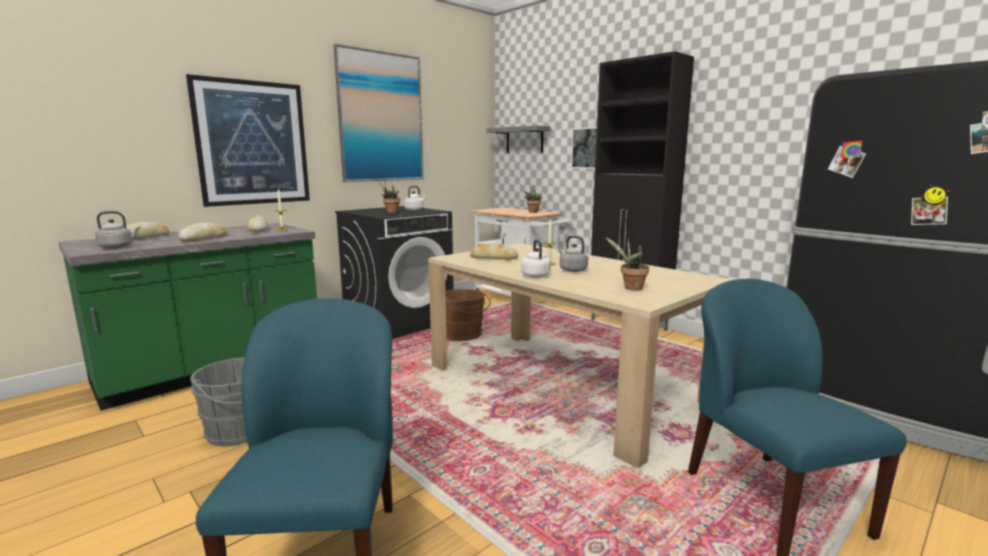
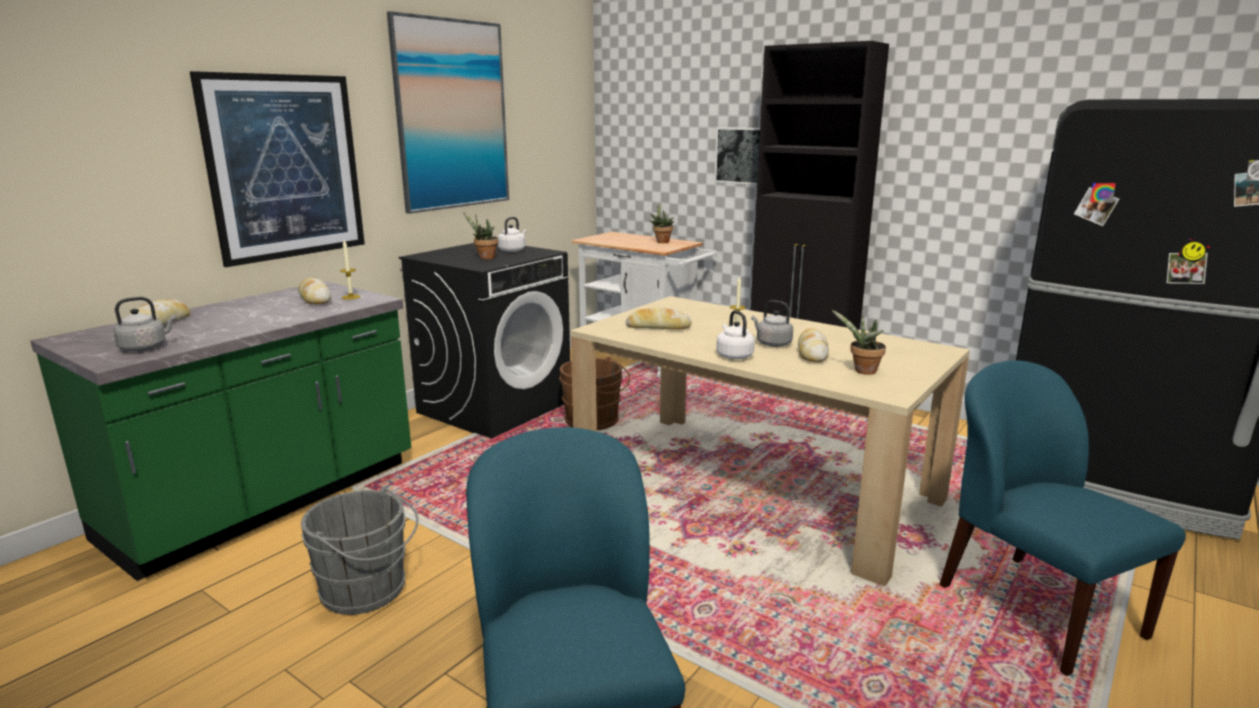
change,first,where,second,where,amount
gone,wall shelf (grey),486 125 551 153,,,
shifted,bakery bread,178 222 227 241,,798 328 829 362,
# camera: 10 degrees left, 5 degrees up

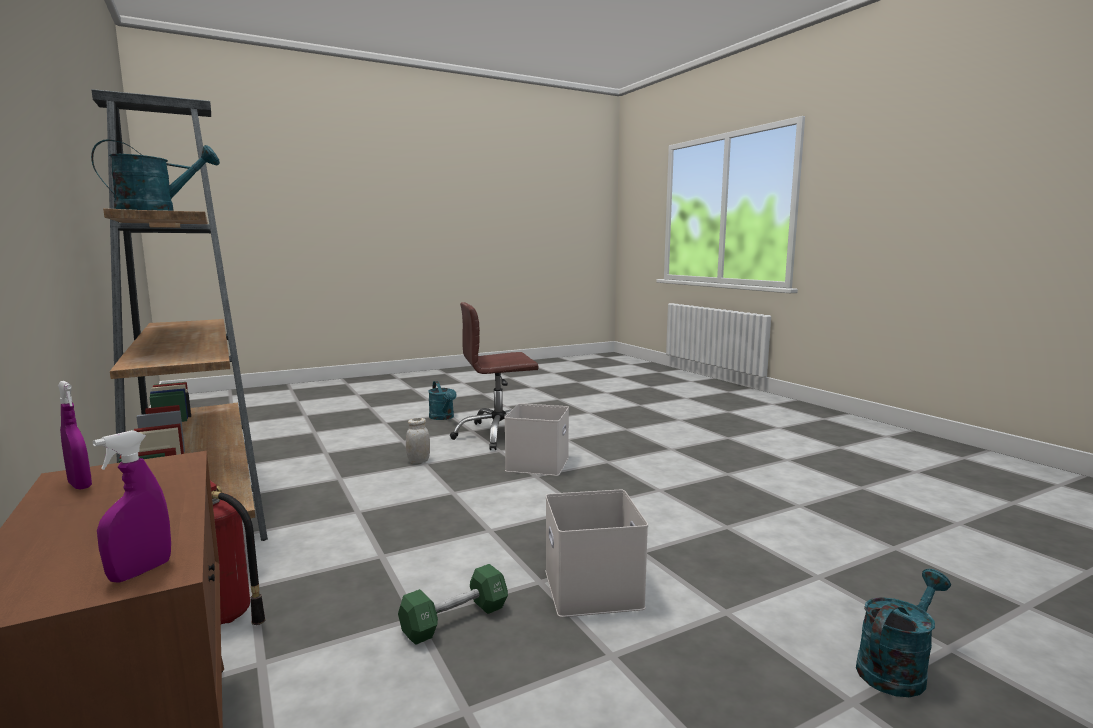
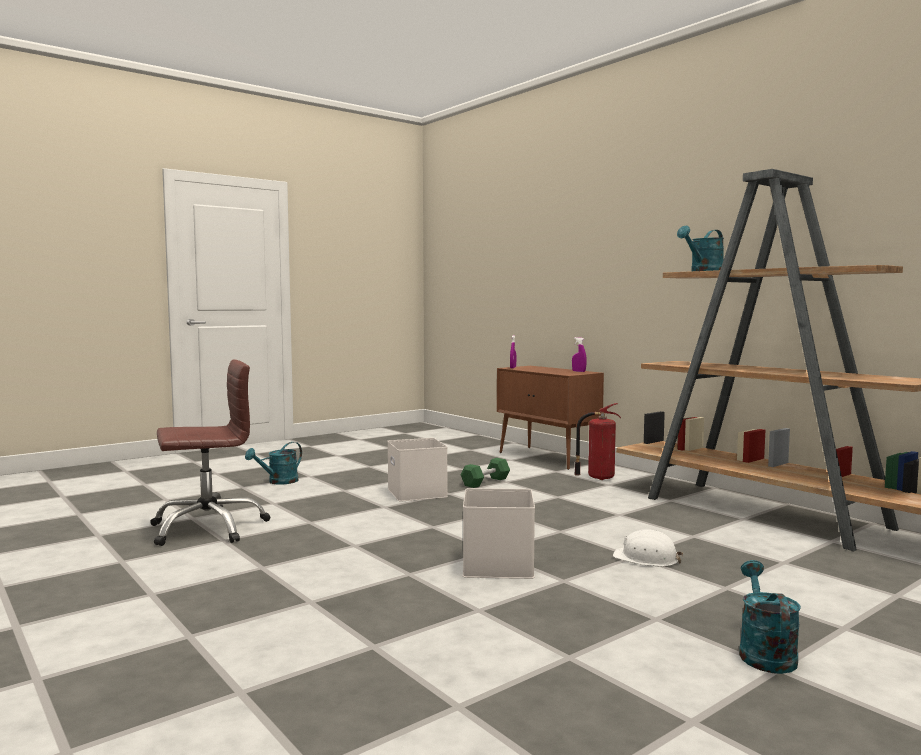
change,first,where,second,where,amount
shifted,office chair (brown-coloured),450 302 538 450,,150 359 270 546,
rotated,watering pot (turquoise),428 381 457 420,,739 560 801 674,45 degrees clockwise
swapped,jar (whitish),406 418 430 464,hard hat (whitish),613 529 683 567,
# camera: 170 degrees right, 5 degrees down

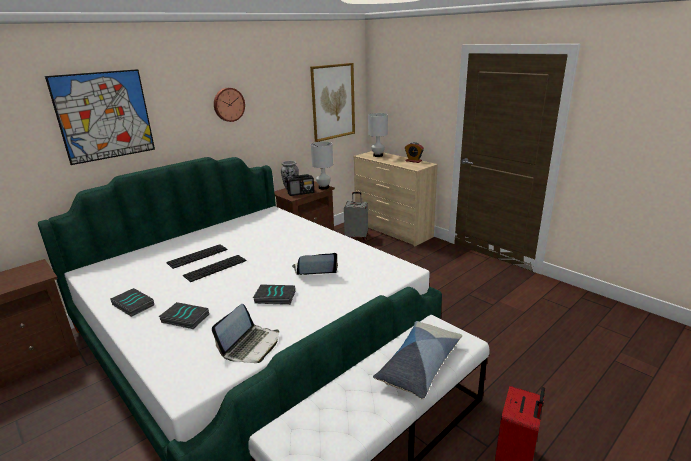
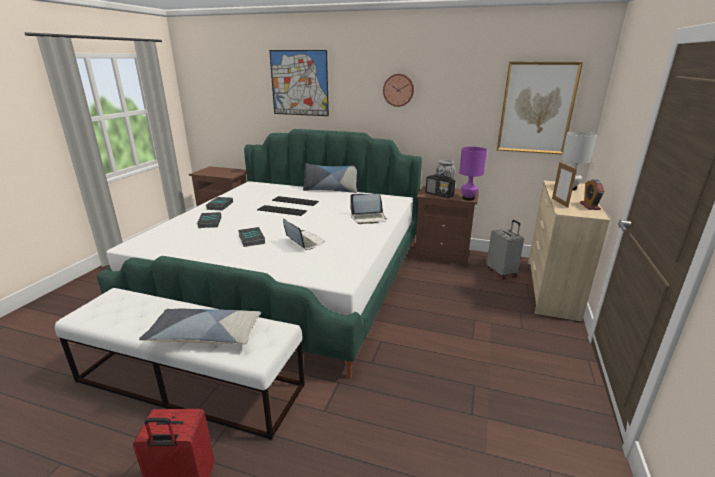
change,first,where,second,where,amount
repainted,table lamp (whitish),311 142 333 189,table lamp (purple-coloured),459 147 487 201,
shifted,portable computer,212 304 279 363,,350 194 388 224,
new,,,photo frame,552 162 577 208,
new,,,cushion,303 163 357 193,
# camera: 60 degrees right, 0 degrees up

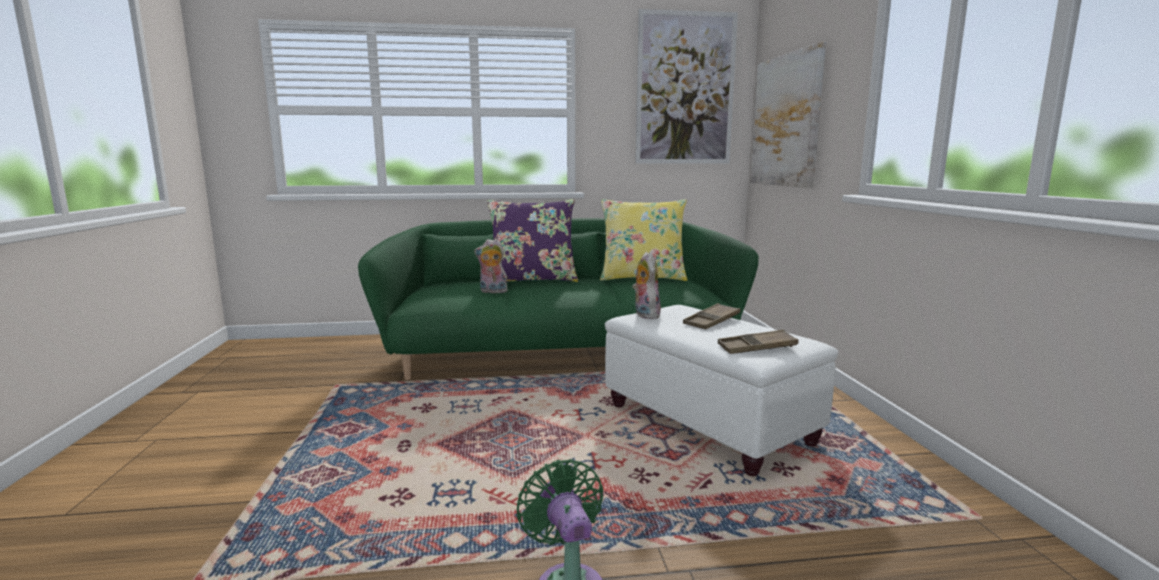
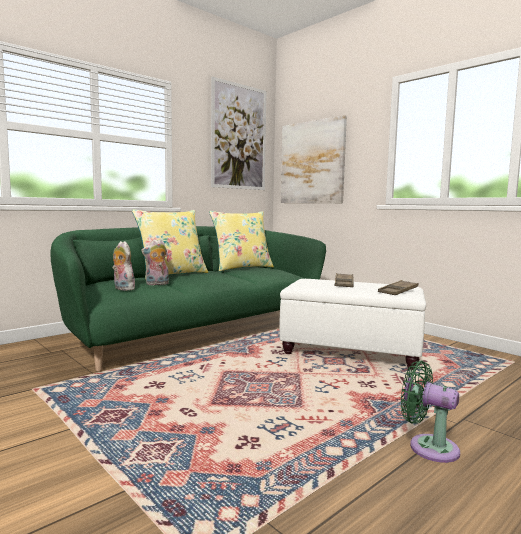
change,first,where,second,where,amount
repainted,cushion (purple-coloured),487 199 578 282,cushion (yellow),132 209 208 280,
shifted,plush toy,632 252 661 319,,112 241 135 291,
# camera: 35 degrees left, 5 degrees down

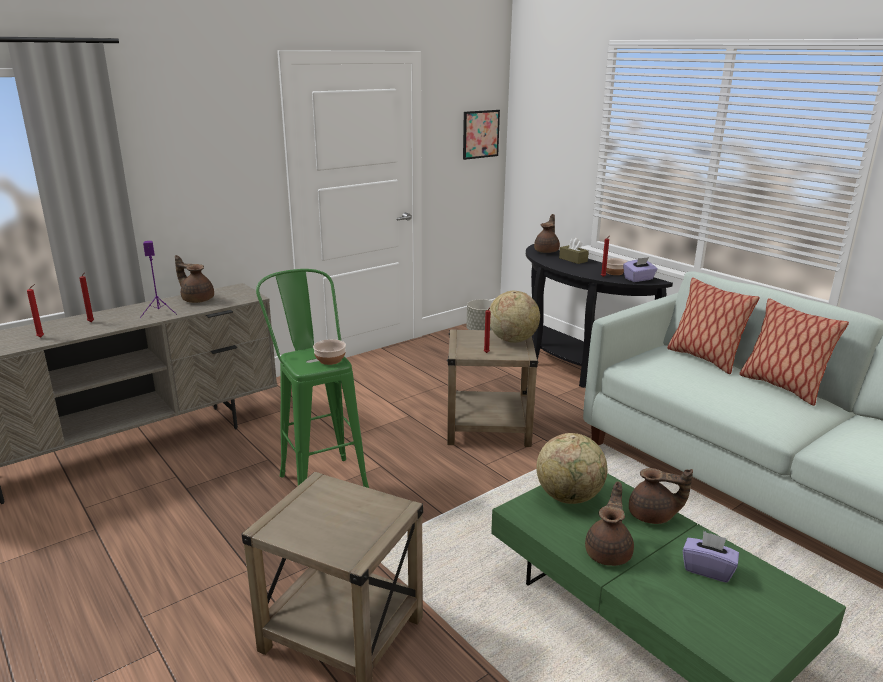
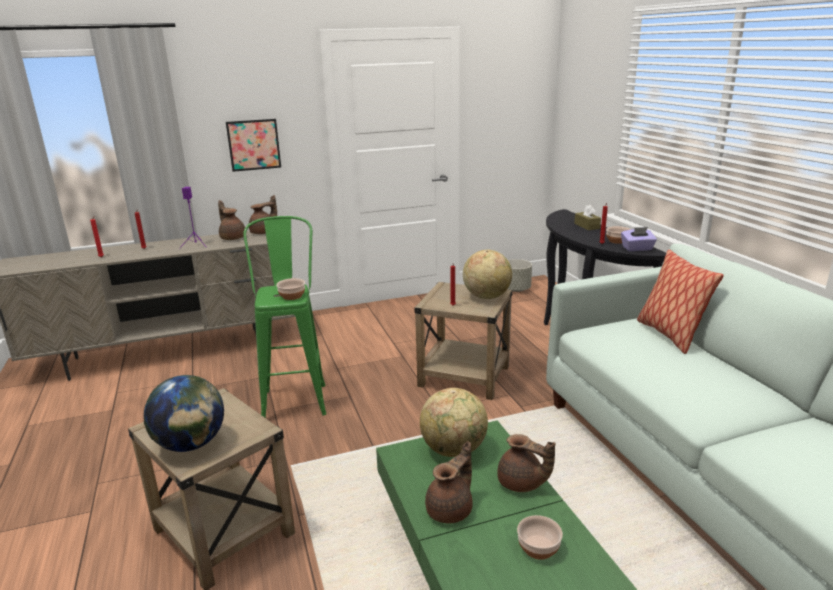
change,first,where,second,where,amount
shifted,picture,463 110 500 160,,226 119 281 172,
shifted,pot for tea (brown-coloured),534 214 560 253,,249 195 277 234,
gone,cushion,739 298 849 406,,,
swapped,tissue holder (purple-coloured),683 531 739 583,bowl,517 515 563 560,
new,,,desk globe,144 375 224 452,
# camera: 20 degrees right, 0 degrees up

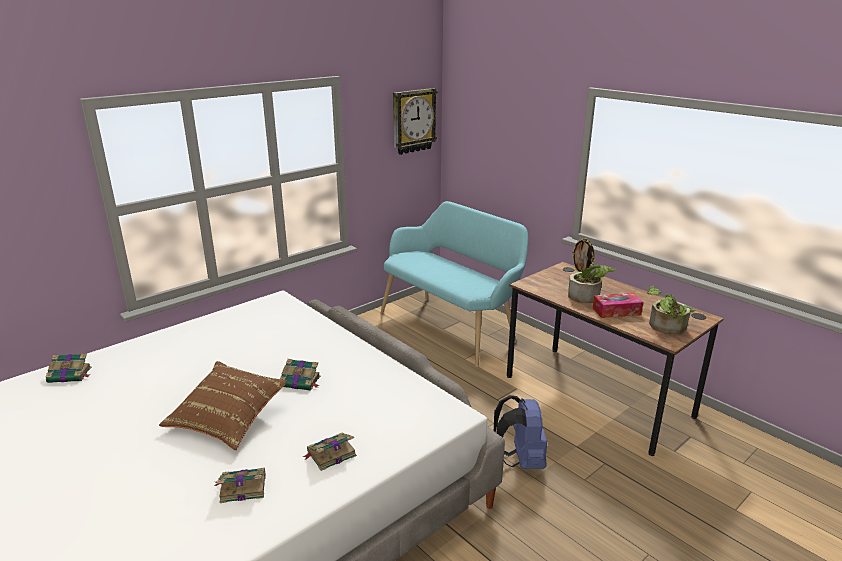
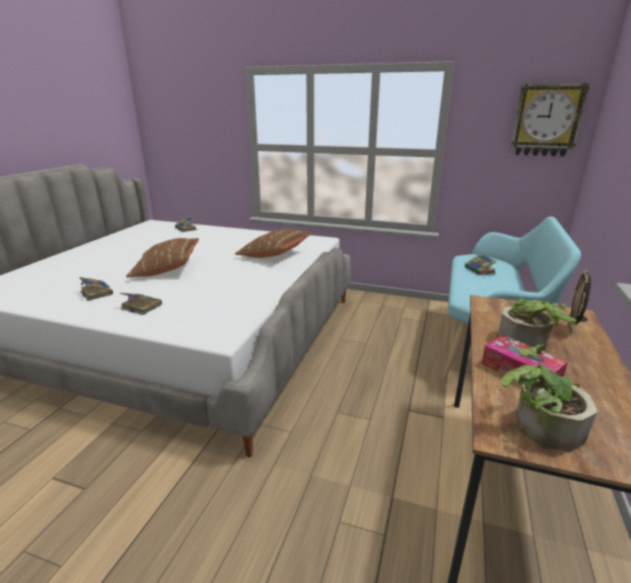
change,first,where,second,where,amount
shifted,bound book,280 359 320 391,,465 254 497 276,
gone,rucksack (bluish),494 395 547 469,,,
new,,,cushion (brown-coloured),235 229 312 258,
# camera: 60 degrees right, 0 degrees up

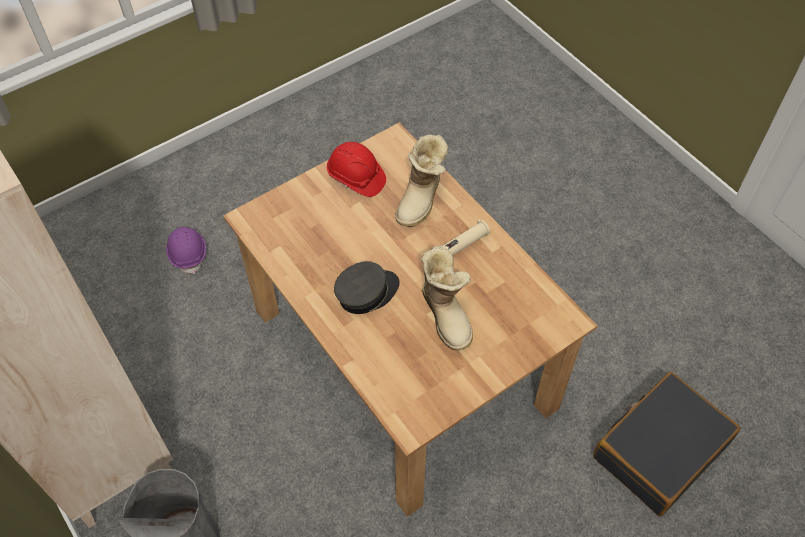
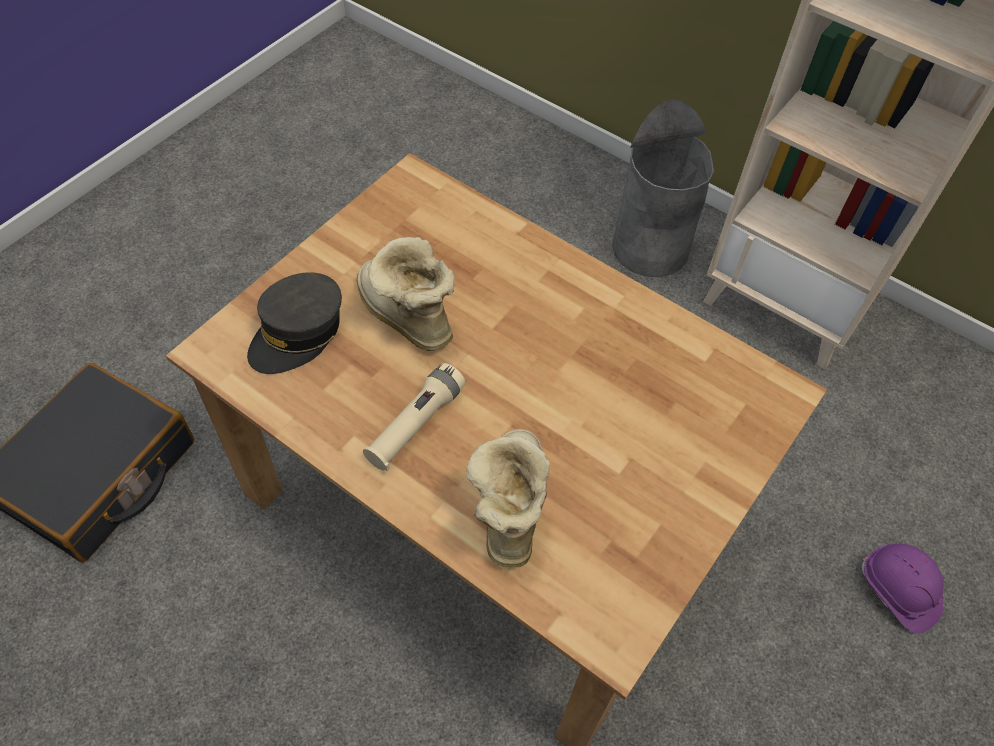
change,first,where,second,where,amount
gone,hard hat (reddish),327 142 386 197,,,
shifted,peaked cap (grey),334 261 400 314,,247 272 342 374,
# camera: 160 degrees right, 0 degrees up

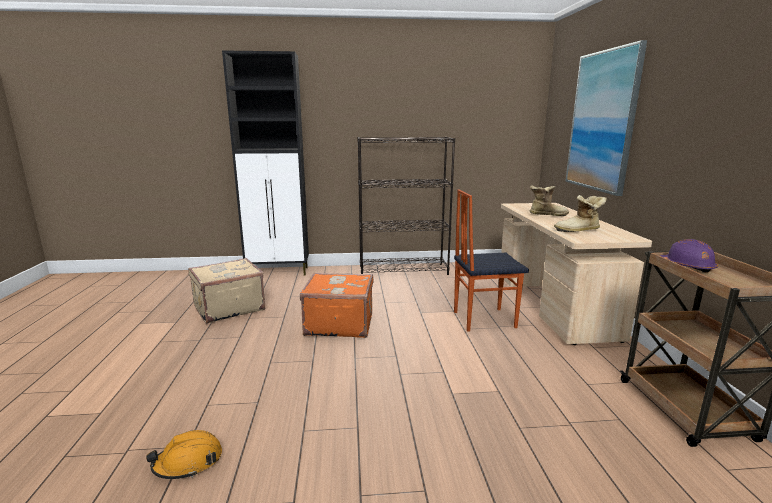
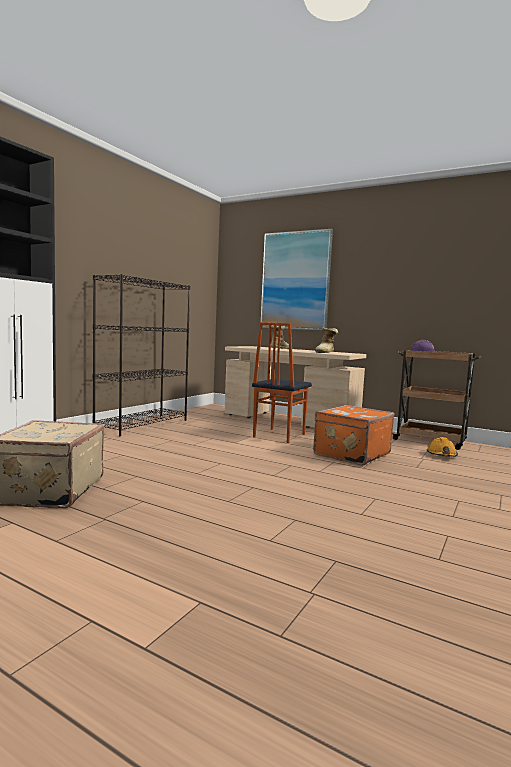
change,first,where,second,where,amount
shifted,travel case (orange),300 273 374 338,,313 405 395 465,
shifted,hard hat (orange),146 430 222 479,,427 437 458 457,
# camera: 55 degrees left, 10 degrees down

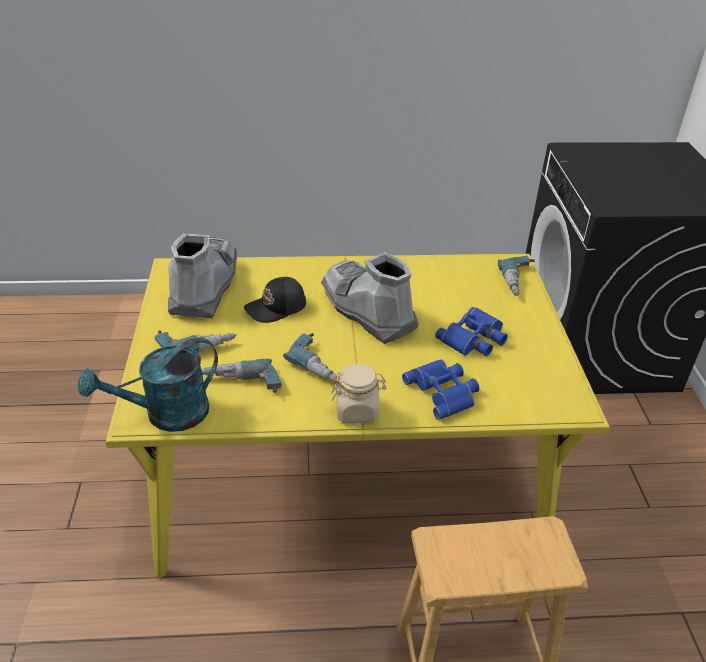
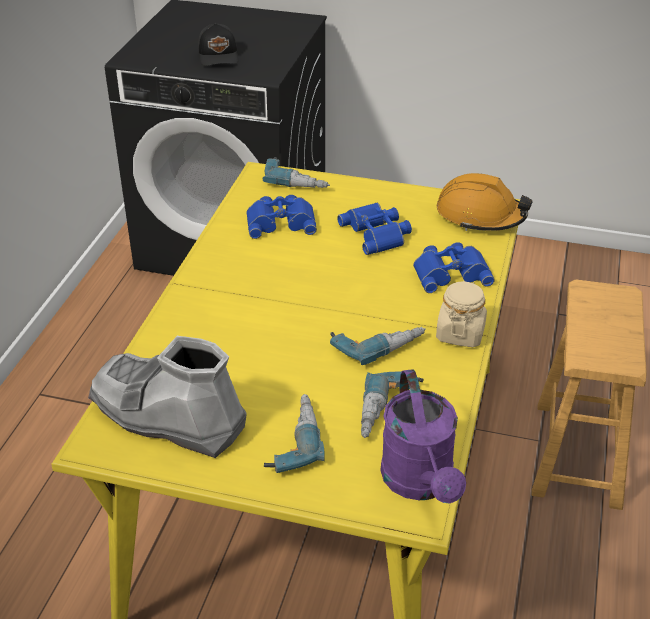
change,first,where,second,where,amount
gone,high-top boot (grey),321 252 419 344,,,
shifted,peaked cap (black),244 277 306 323,,198 23 238 66,
repainted,watering pot (turquoise),78 337 218 432,watering pot (purple-coloured),380 369 466 503,
new,,,hard hat (orange),437 173 533 231,
new,,,pair of binoculars (bluish),246 195 317 239,
# camera: 70 degrees left, 0 degrees up

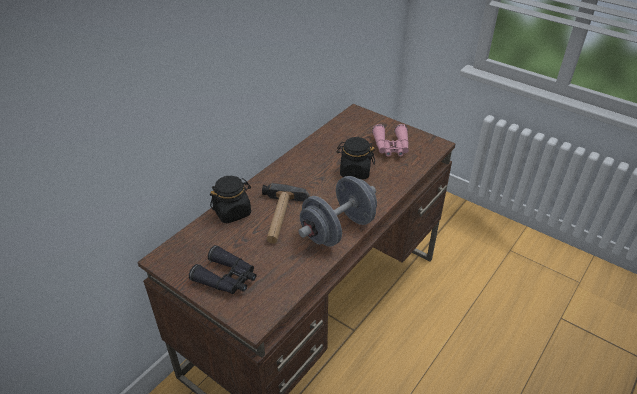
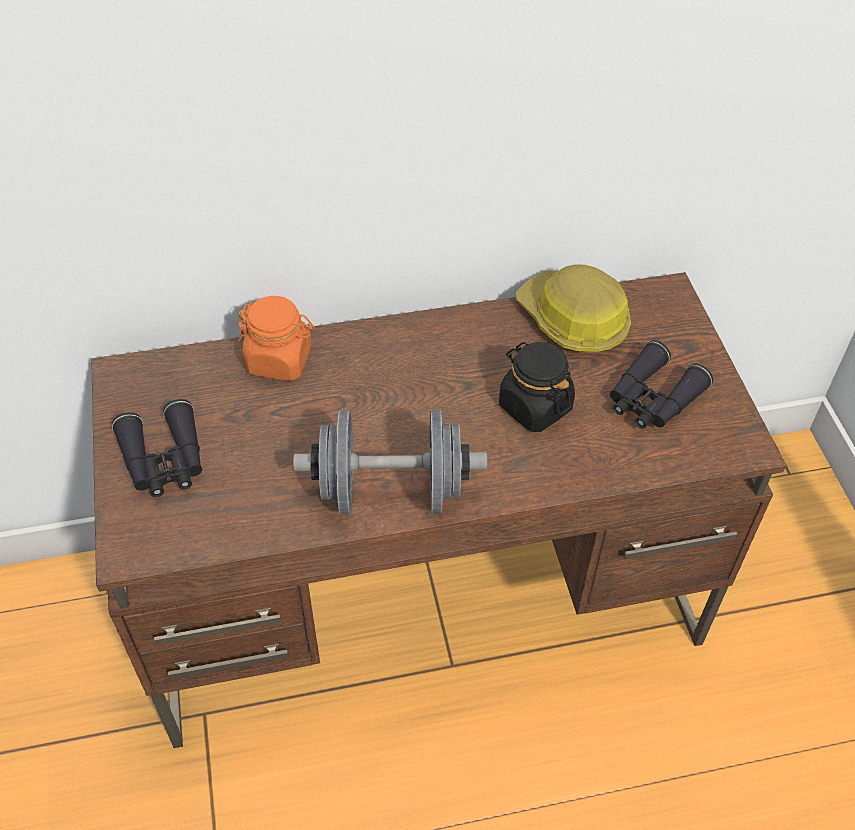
change,first,where,second,where,amount
repainted,pair of binoculars (pinkish),372 124 409 156,pair of binoculars (black),610 340 713 429,
repainted,jar (black),210 176 251 223,jar (orange),237 296 314 381,
gone,tool hammer,262 183 310 244,,,
new,,,hard hat,516 264 631 352,
# camera: 40 degrees right, 10 degrees up

